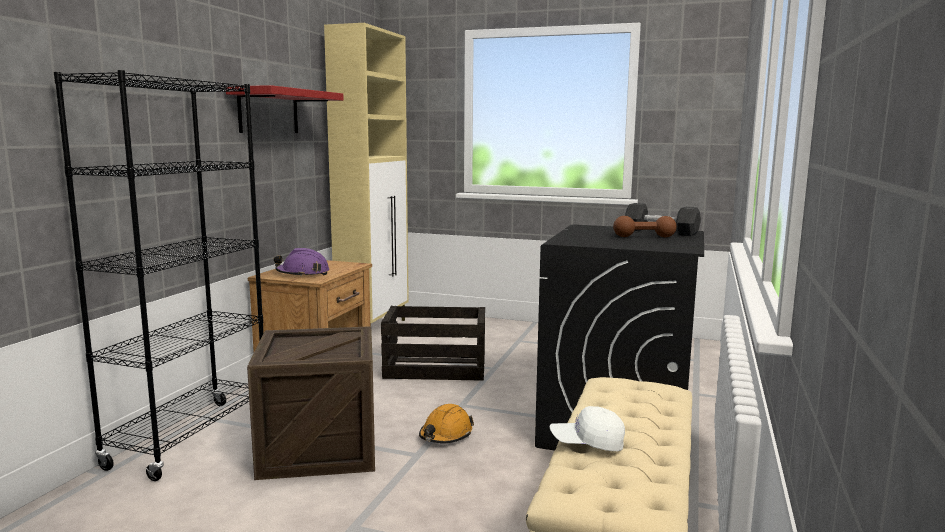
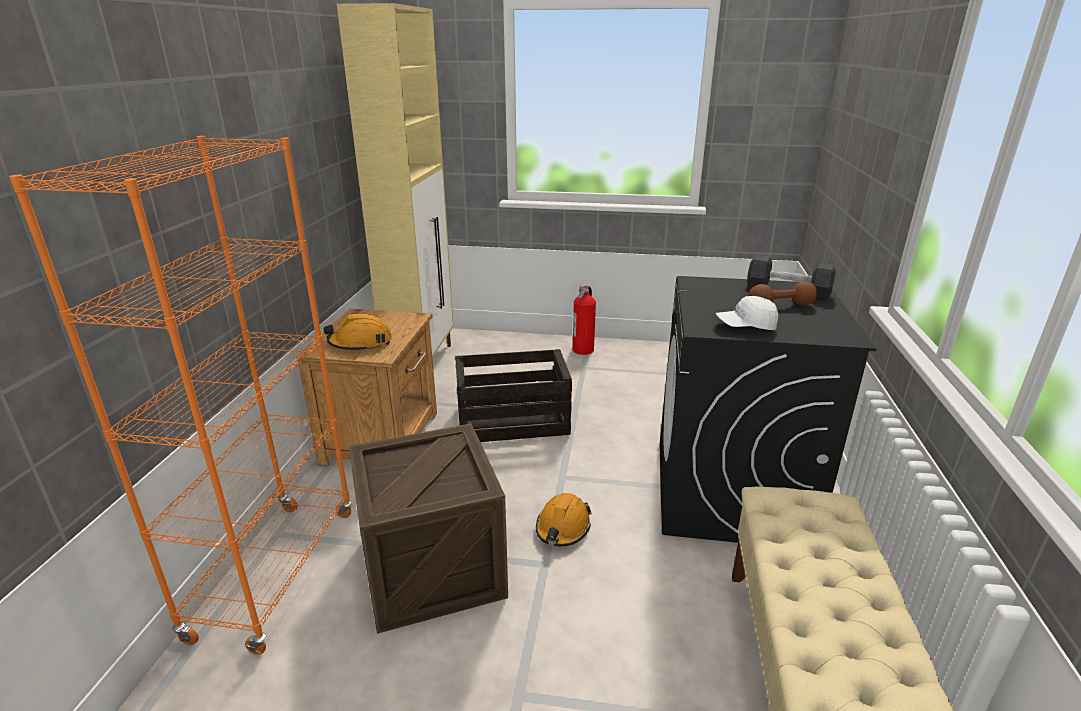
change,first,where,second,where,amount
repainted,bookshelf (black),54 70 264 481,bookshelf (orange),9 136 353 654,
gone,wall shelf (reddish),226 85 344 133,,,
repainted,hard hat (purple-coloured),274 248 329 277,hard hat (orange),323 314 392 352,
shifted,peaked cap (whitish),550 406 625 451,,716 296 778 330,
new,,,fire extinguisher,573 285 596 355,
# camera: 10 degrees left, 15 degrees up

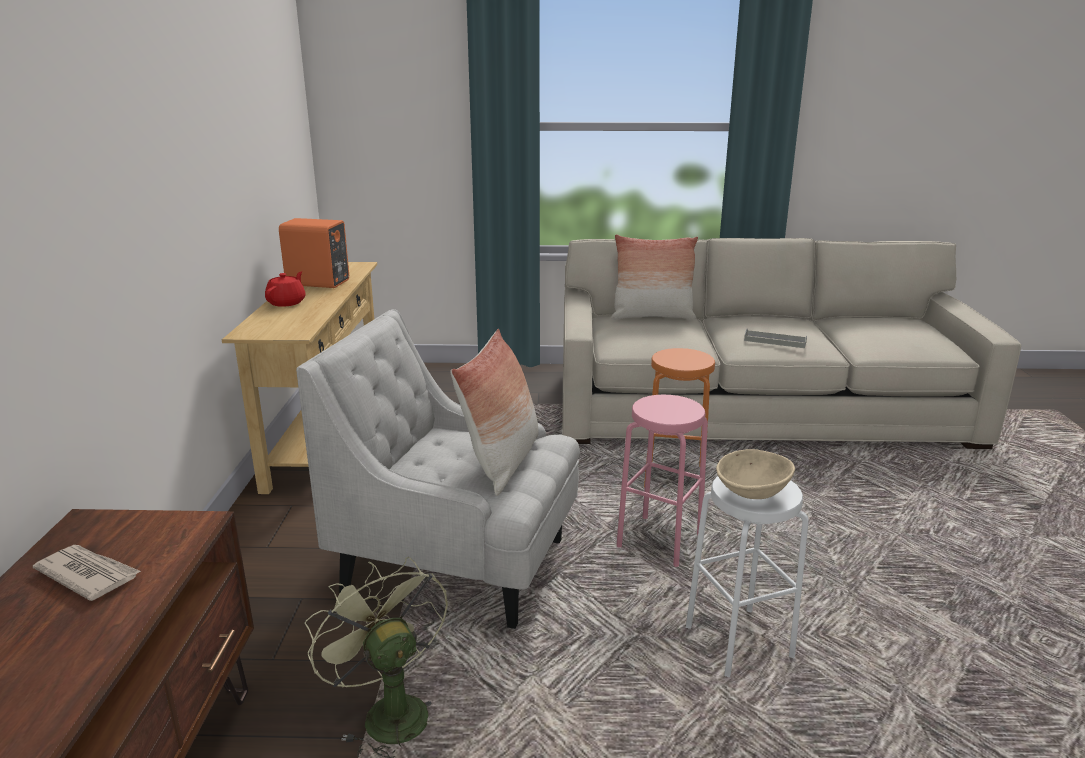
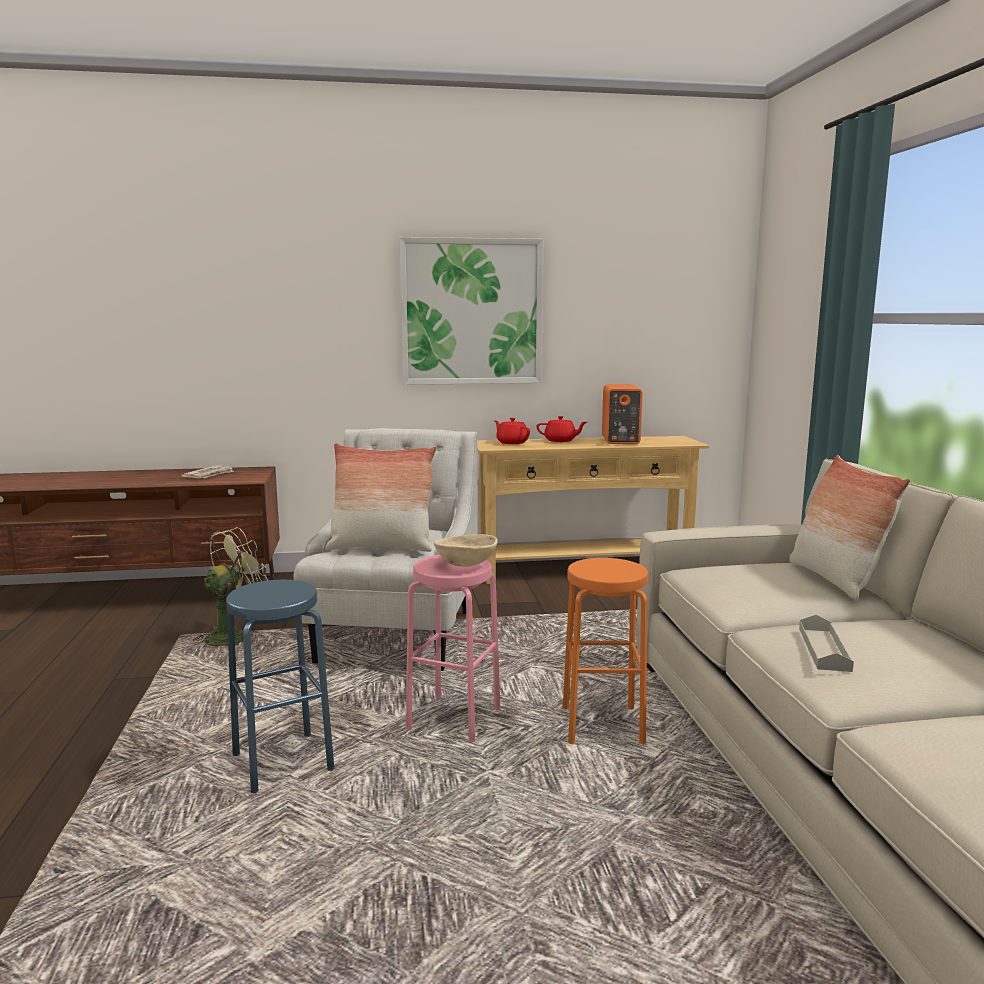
change,first,where,second,where,amount
shifted,bowl (beige-coloured),716 449 795 499,,434 534 498 567,
repainted,stool seat (whitish),686 476 809 677,stool seat (bluish),226 580 334 794,
new,,,picture,399 237 543 385,
new,,,pot for tea (reddish),494 418 530 444,
# camera: 80 degrees right, 10 degrees down

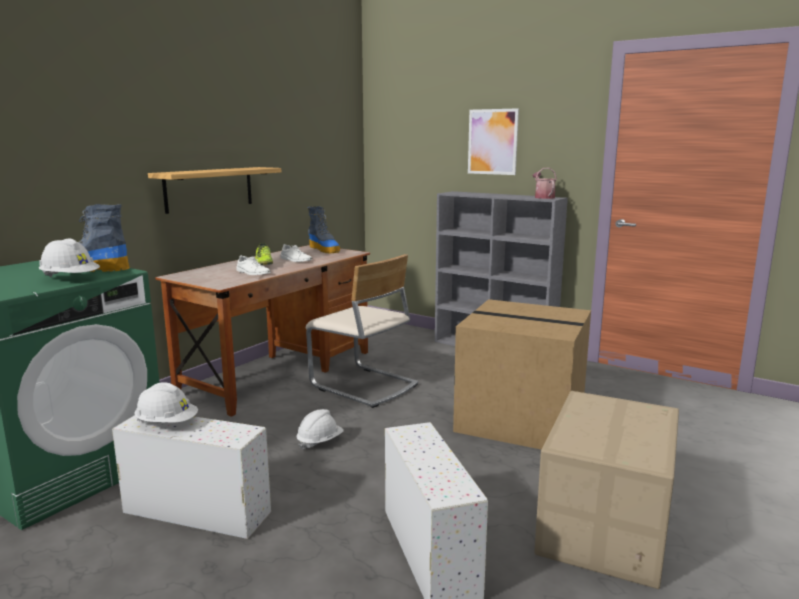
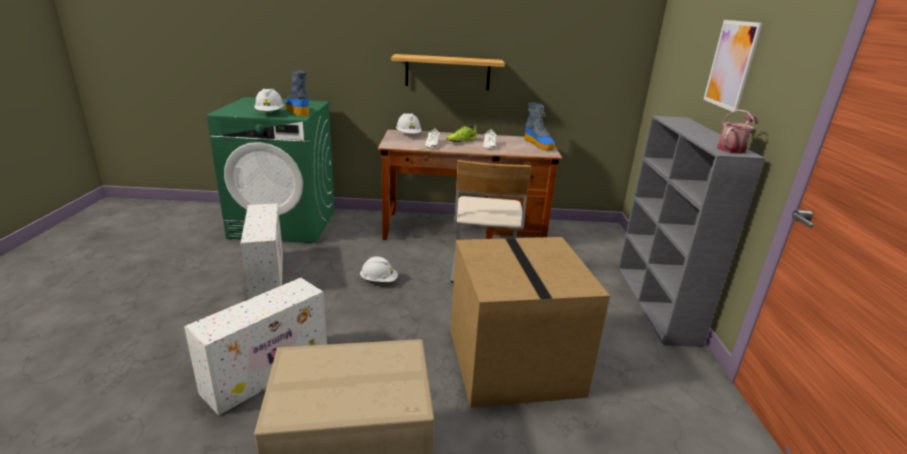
change,first,where,second,where,amount
rotated,high-top boot,307 206 340 254,,524 102 555 150,45 degrees counterclockwise
shifted,hard hat (whitish),134 382 198 423,,396 113 422 134,
# camera: 55 degrees right, 10 degrees up

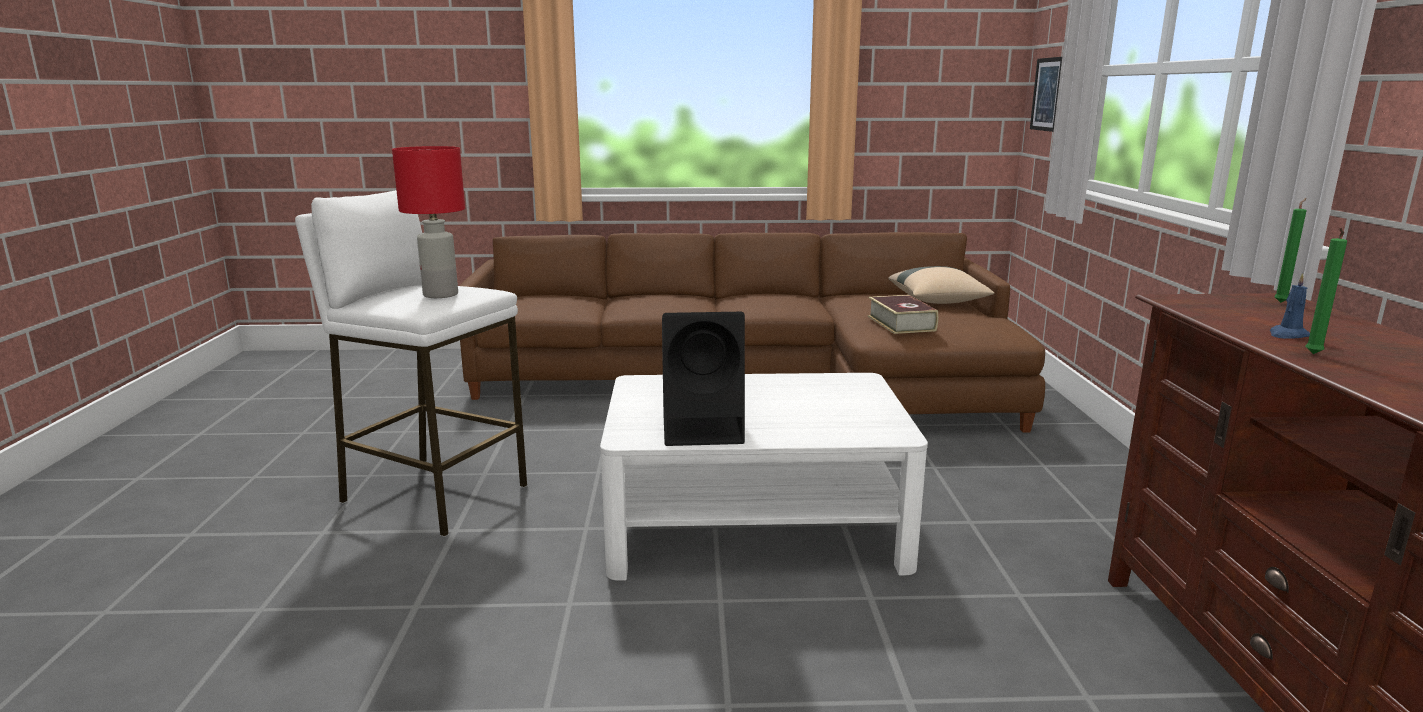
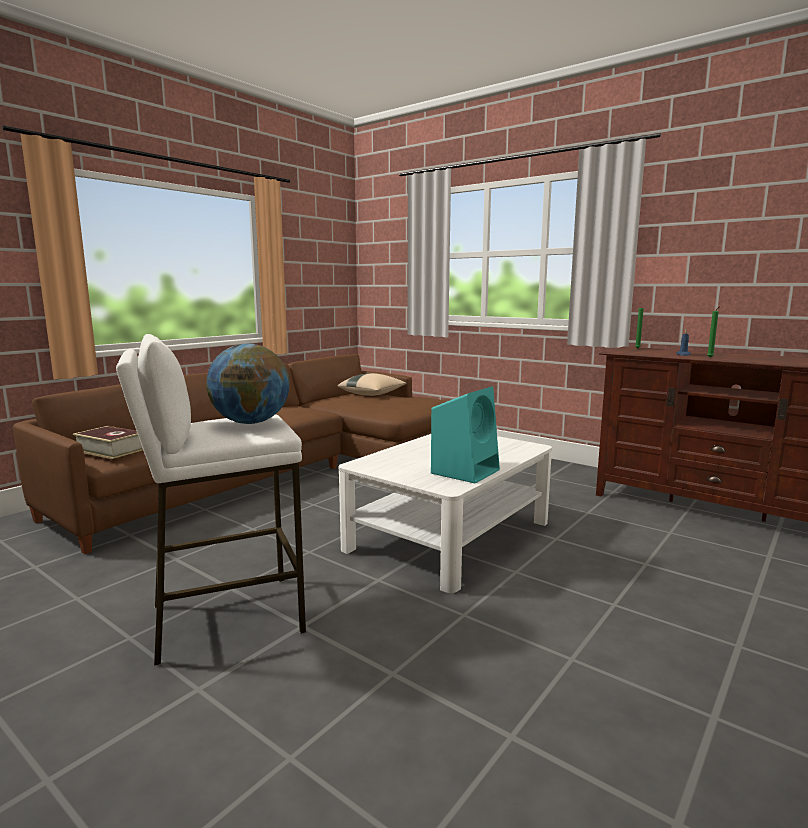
change,first,where,second,where,amount
gone,picture,1030 57 1062 132,,,
swapped,table lamp (reddish),392 146 465 298,desk globe,207 344 290 424,
shifted,bound book,868 295 938 334,,73 426 143 459,
repainted,audio speaker (black),662 312 745 446,audio speaker (turquoise),431 386 500 484,
# camera: 50 degrees left, 5 degrees down

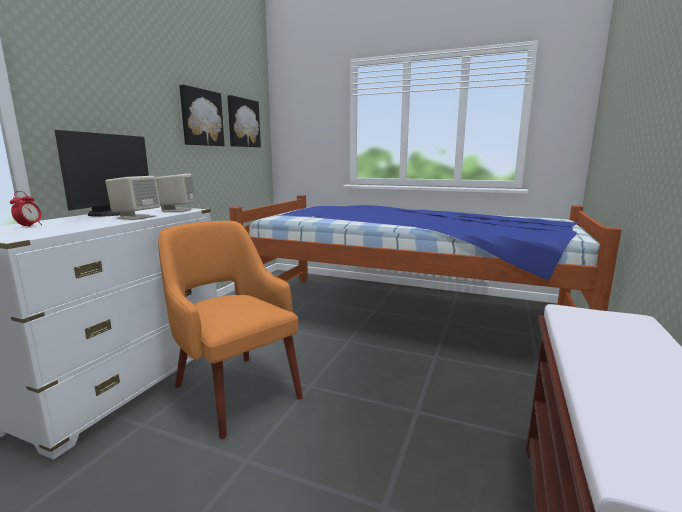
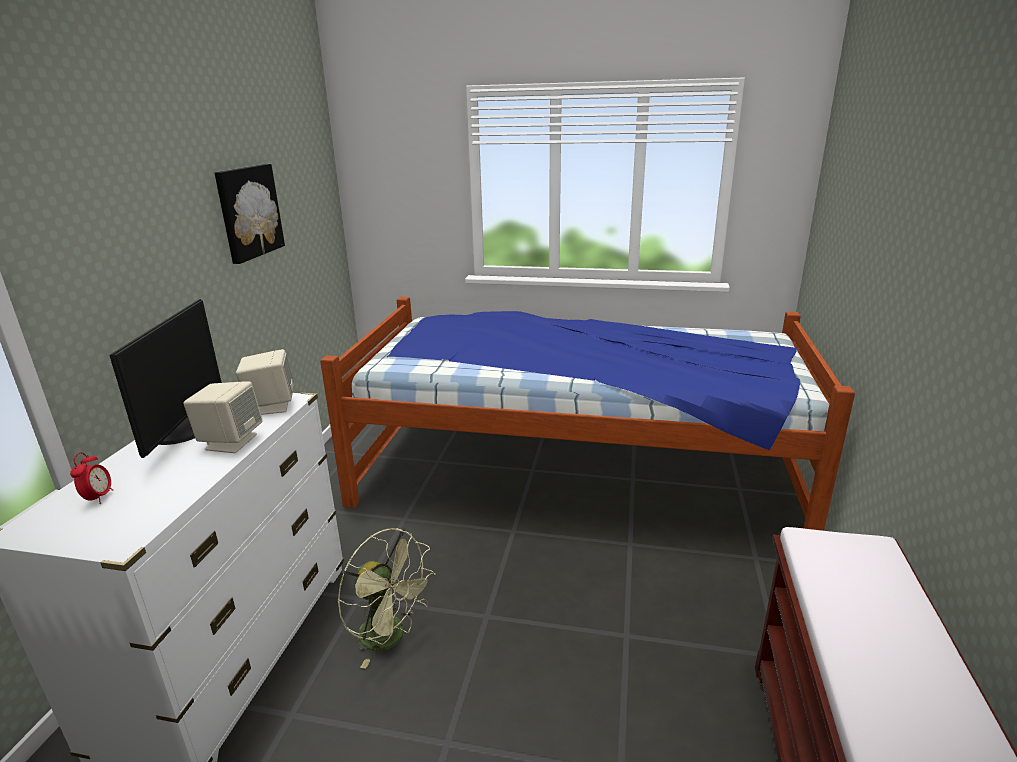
change,first,where,second,where,amount
gone,picture,227 95 261 148,,,
swapped,lounge chair (orange),158 221 303 439,electric fan (greenish),337 528 436 669,
# camera: 10 degrees left, 10 degrees up

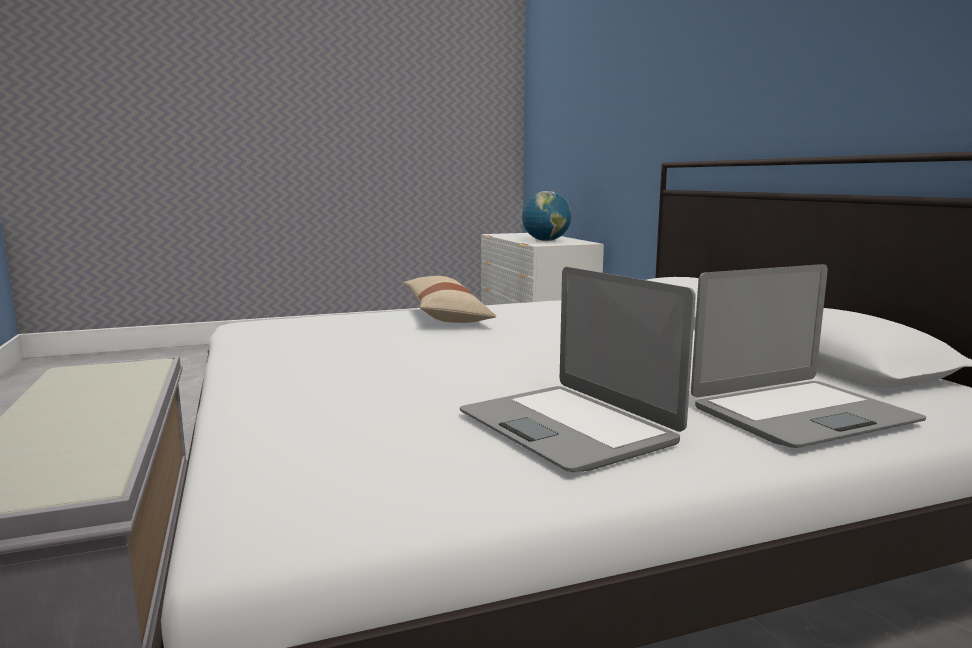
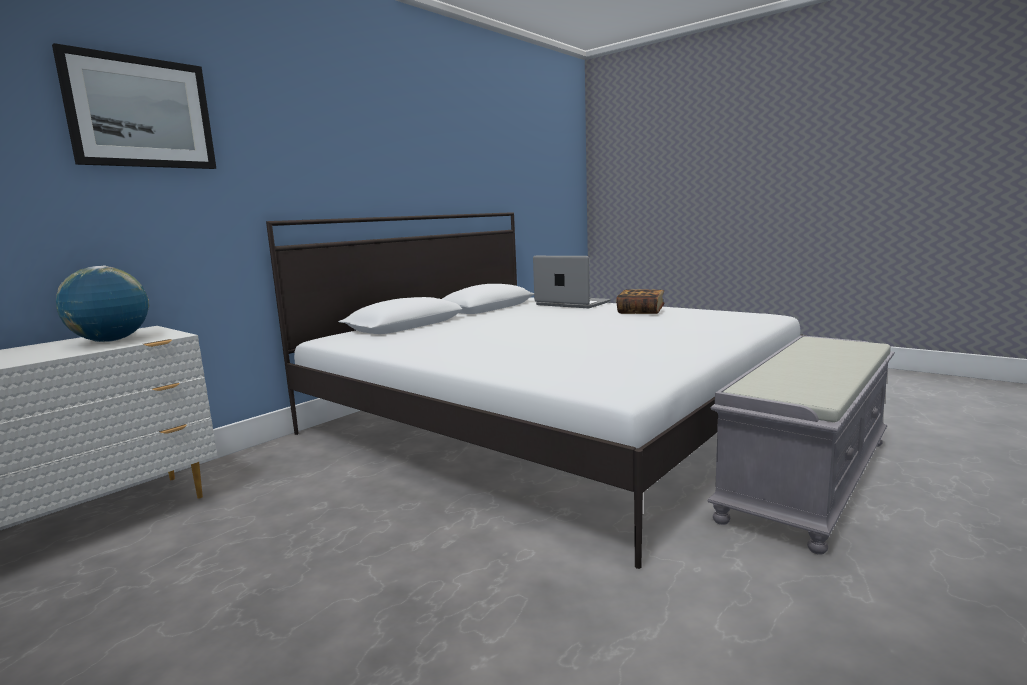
change,first,where,second,where,amount
swapped,portable computer,460 267 696 472,bound book,616 289 665 314,
gone,cushion (beige-coloured),404 276 496 323,,,
new,,,picture,52 43 216 169,
# camera: 120 degrees left, 0 degrees up

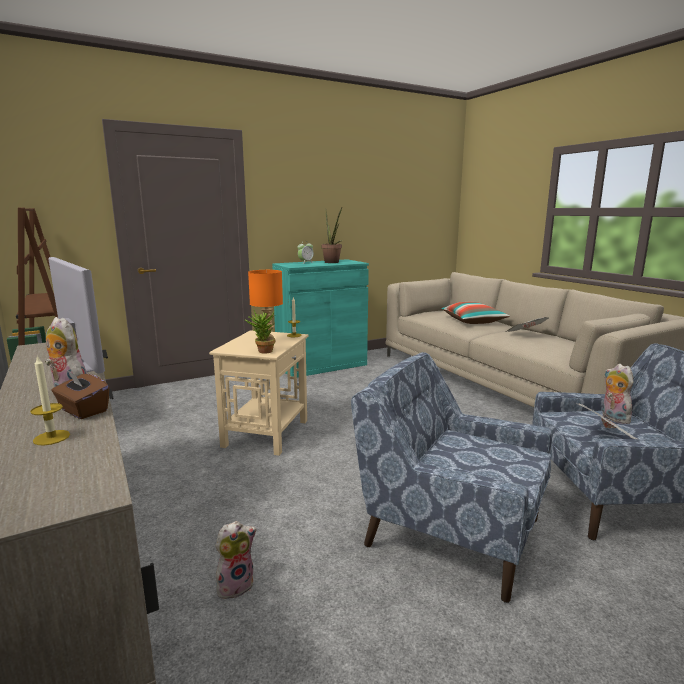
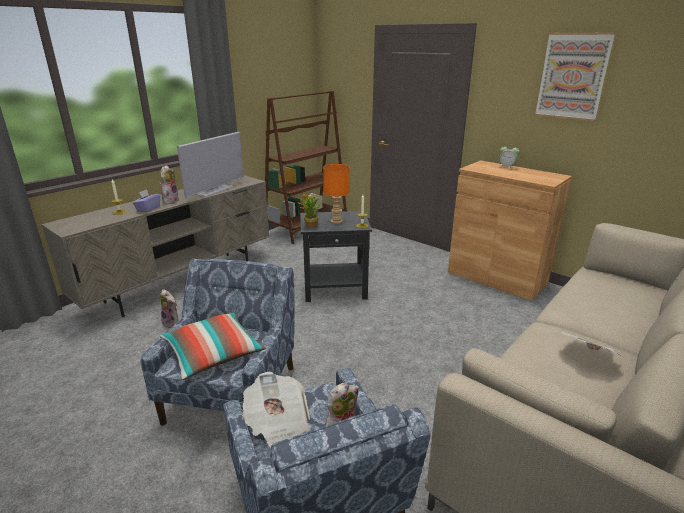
change,first,where,second,where,amount
gone,potted plant,321 208 343 263,,,
repainted,storage cabinet (turquoise),272 259 369 377,storage cabinet (brown-coloured),448 160 572 301,
shifted,cushion,441 302 510 324,,160 312 266 380,
repainted,accent table (beige-coloured),209 330 308 456,accent table (black),300 211 372 302,
repainted,tissue holder (brown-coloured),52 370 109 419,tissue holder (purple-coloured),133 189 160 212,
new,,,picture,535 33 615 121,
# camera: 70 degrees right, 10 degrees up

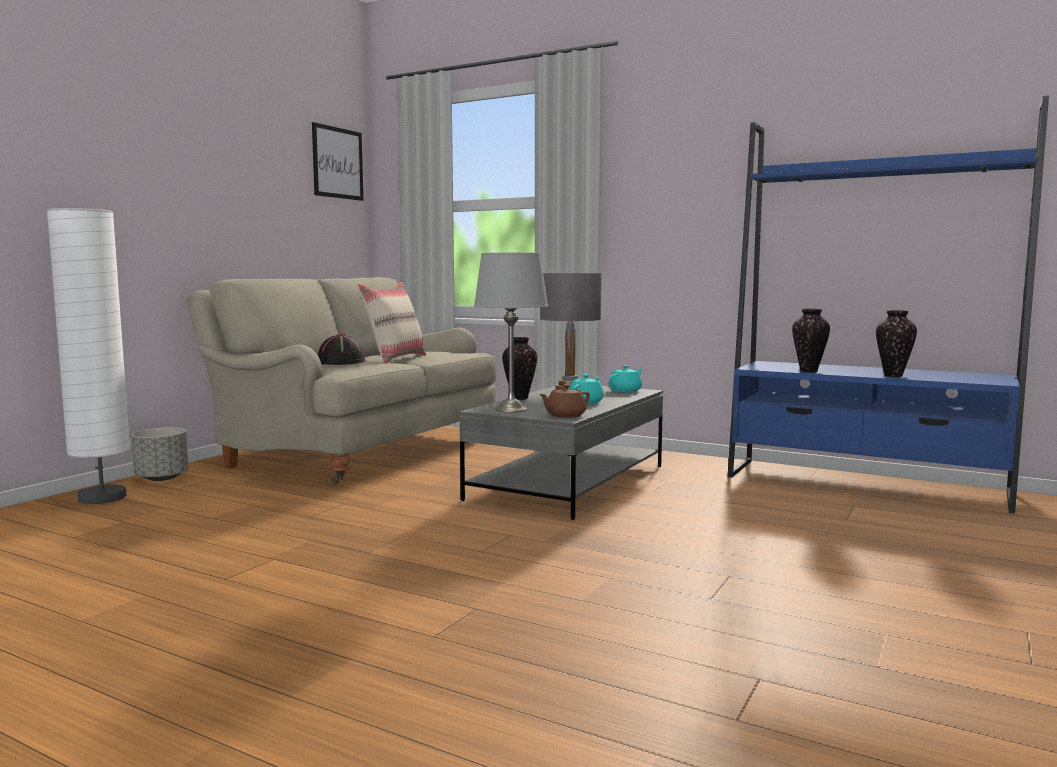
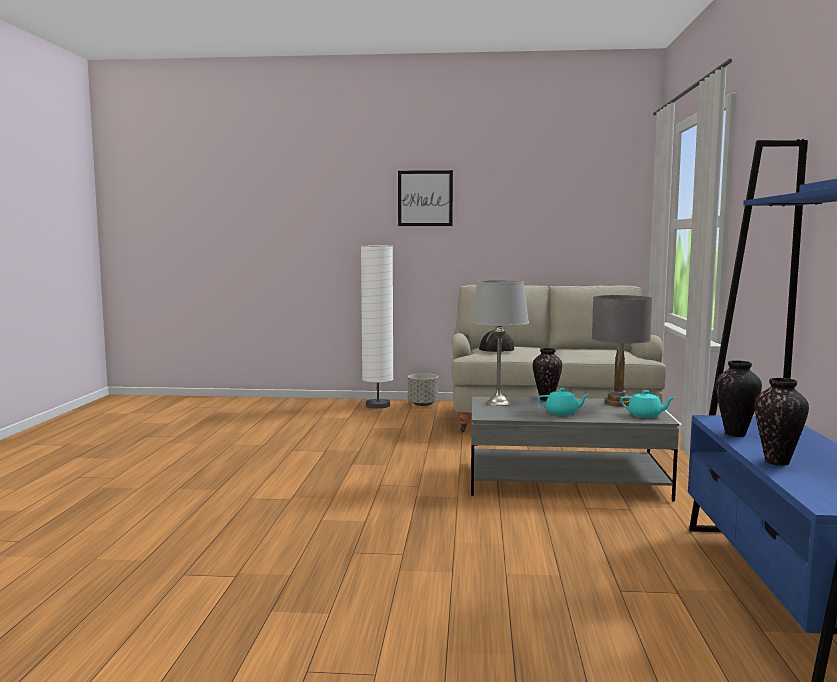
change,first,where,second,where,amount
shifted,picture,312 122 363 201,,398 170 453 226,
gone,cushion (beige-coloured),357 282 426 364,,,
gone,pot for tea (brown-coloured),539 384 590 418,,,
# camera: 65 degrees right, 0 degrees up

